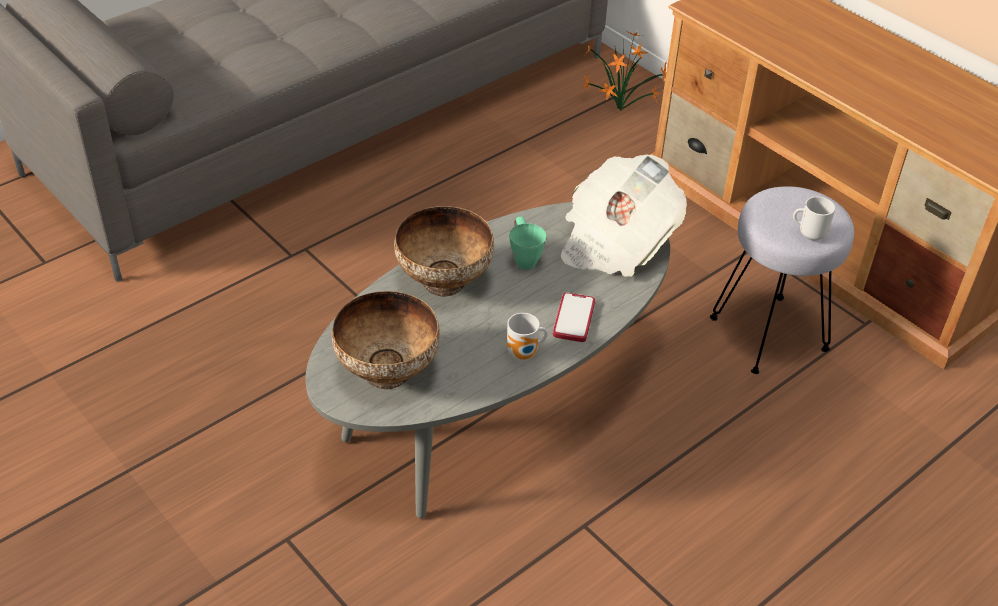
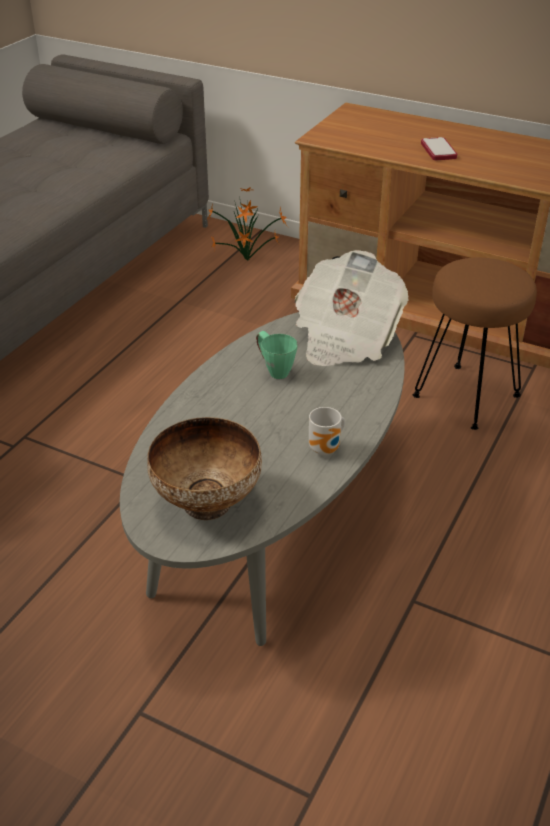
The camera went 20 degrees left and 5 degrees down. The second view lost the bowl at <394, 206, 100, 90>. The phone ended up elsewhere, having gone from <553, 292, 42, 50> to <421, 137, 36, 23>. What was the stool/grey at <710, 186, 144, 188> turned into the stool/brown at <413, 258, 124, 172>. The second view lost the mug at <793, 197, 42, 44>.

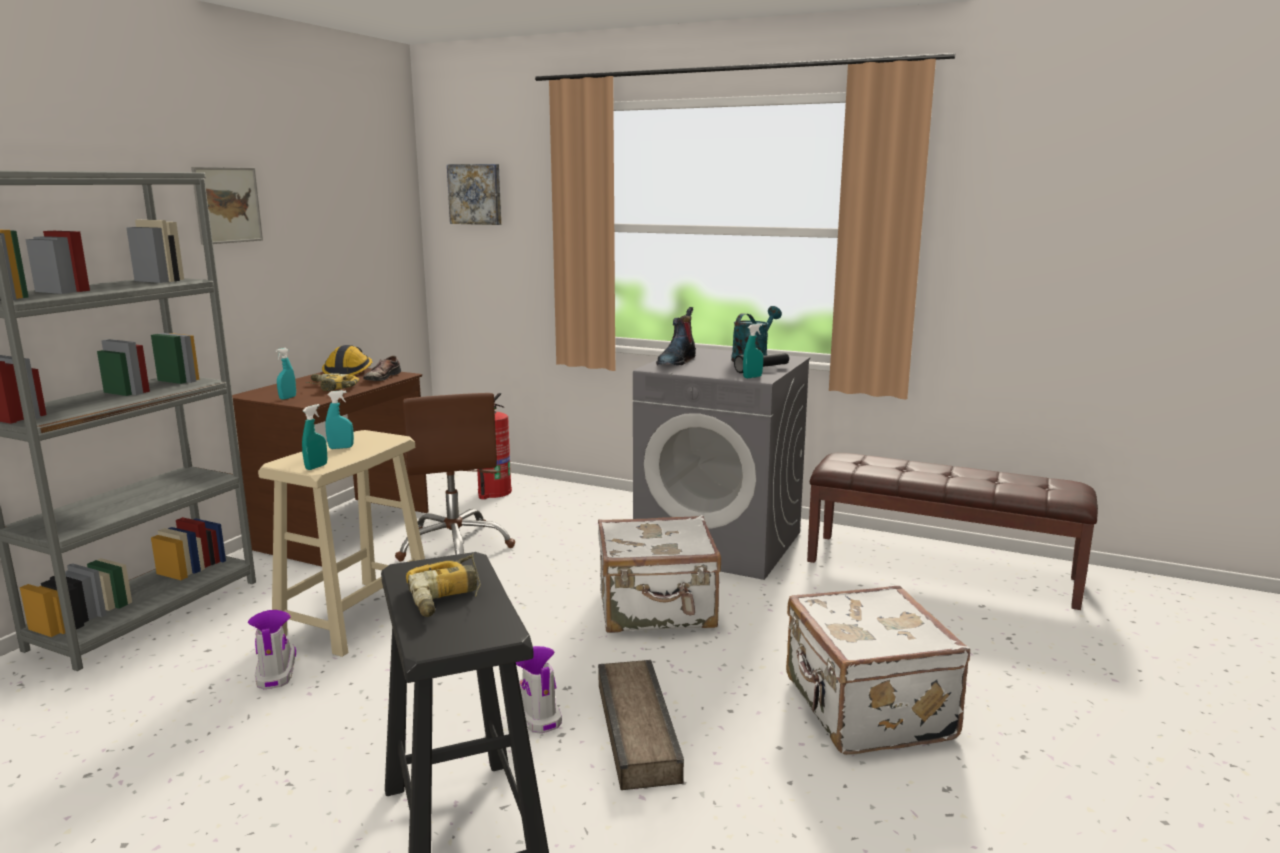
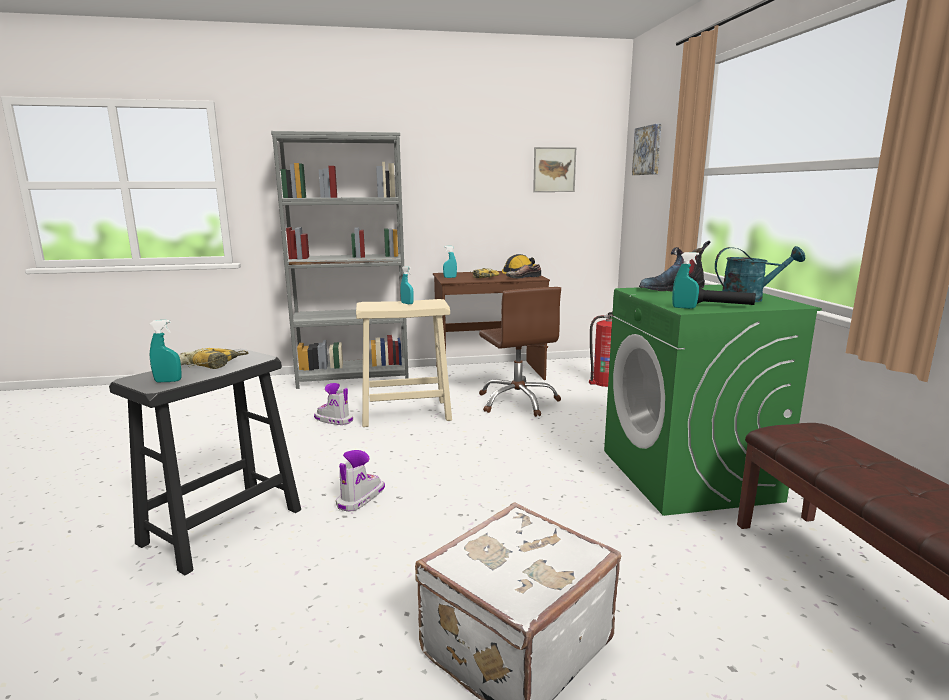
The camera went 55 degrees right and 0 degrees up. The picture ended up elsewhere, having gone from <191, 167, 72, 78> to <533, 147, 43, 45>. The boot at <248, 610, 48, 79> ended up facing another way, 105 degrees counterclockwise from before. The spray bottle/turquoise ended up elsewhere, having gone from <302, 404, 25, 66> to <150, 320, 32, 62>. The office chair/brown at <395, 393, 120, 168> ended up facing another way, 60 degrees counterclockwise from before. The second view lost the suitcase/white at <598, 515, 123, 118>. The second view lost the crate at <598, 660, 86, 130>. What was the washing machine/grey at <633, 348, 177, 232> turned into the washing machine/green at <604, 284, 218, 232>.

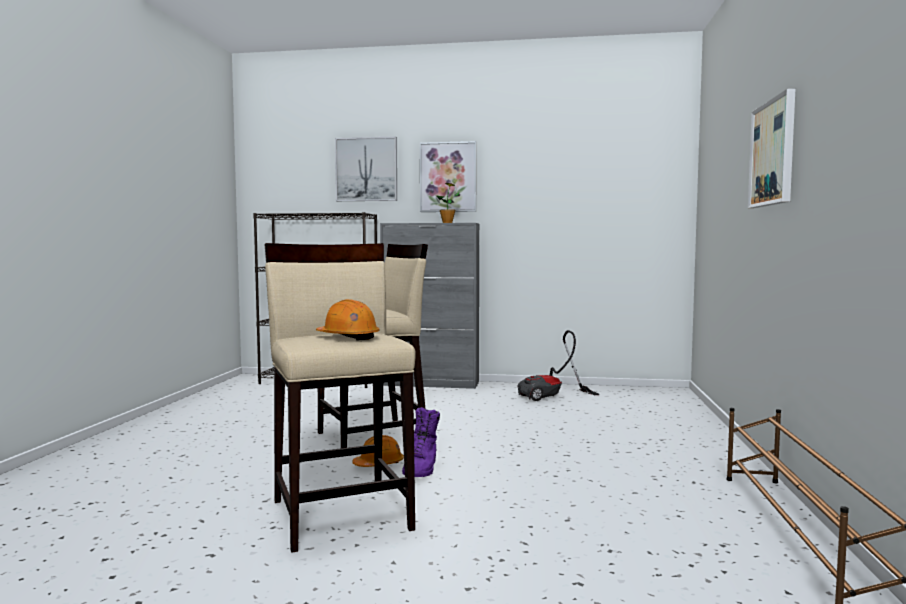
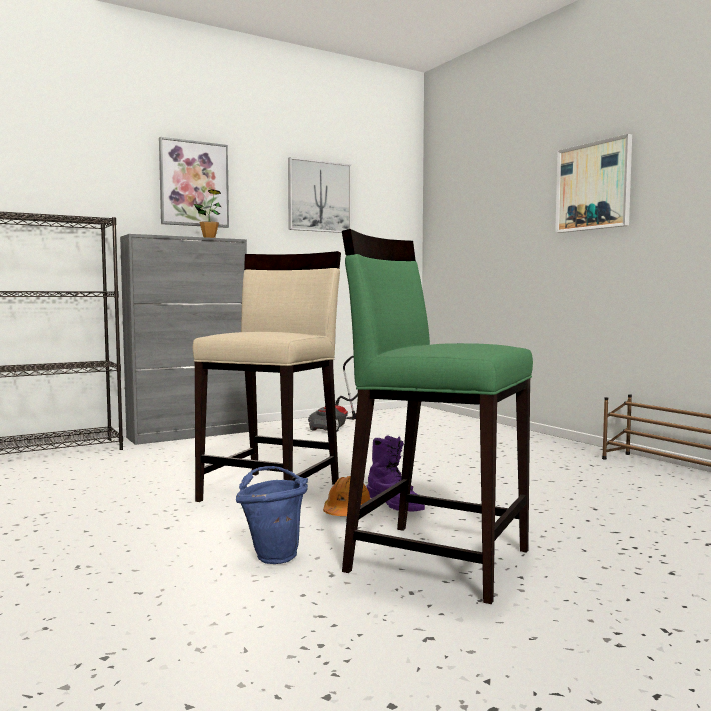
The camera went 40 degrees left and 0 degrees up. What was the stool/beige at <265, 243, 151, 310> turned into the stool/green at <342, 229, 191, 375>. The second view lost the hard hat/orange at <316, 299, 64, 41>. The picture ended up elsewhere, having gone from <335, 136, 62, 65> to <288, 157, 63, 76>. The second view gained the bucket/blue at <236, 466, 72, 98>.

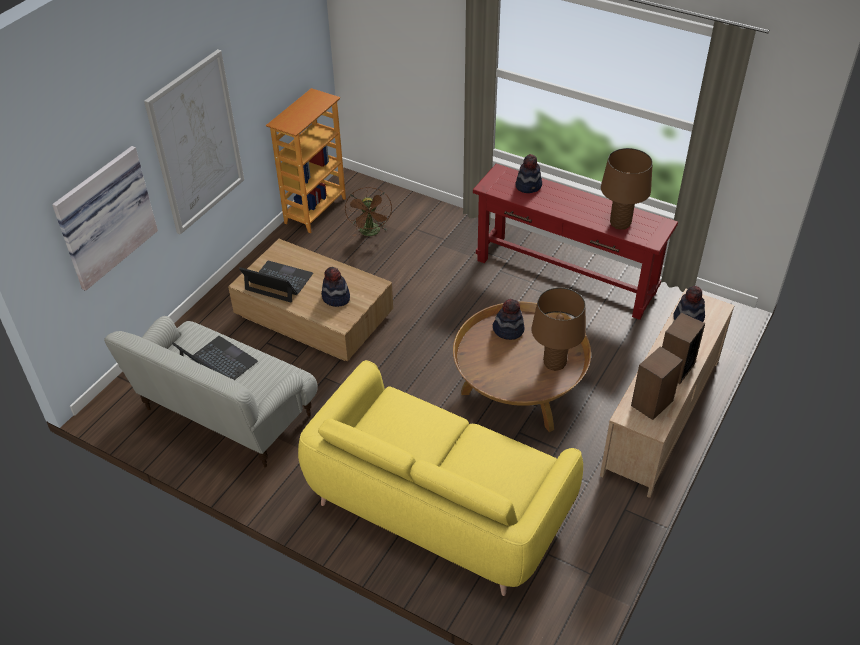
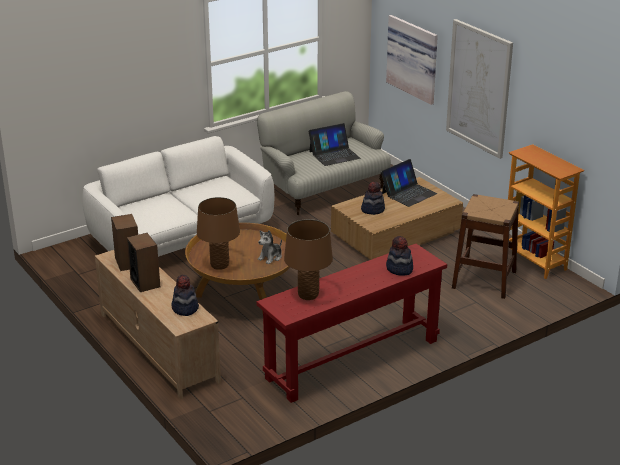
The camera went 115 degrees right and 15 degrees down. What was the sofa/yellow at <298, 360, 285, 236> turned into the sofa/white at <82, 136, 192, 121>. Where the fan/brown stood at <345, 187, 47, 49>, the stool/brown came to stand at <452, 194, 67, 105>. Where the hat stood at <493, 299, 31, 41>, the plush toy came to stand at <258, 230, 24, 34>.

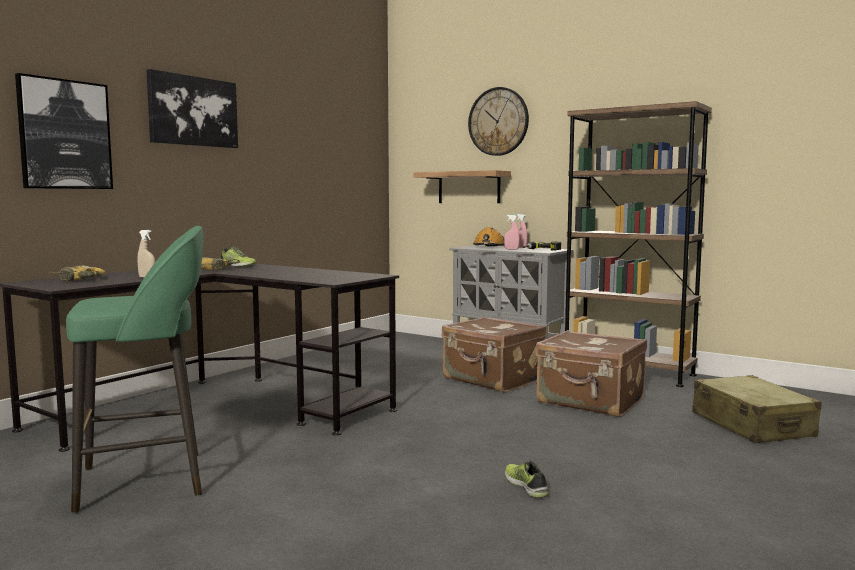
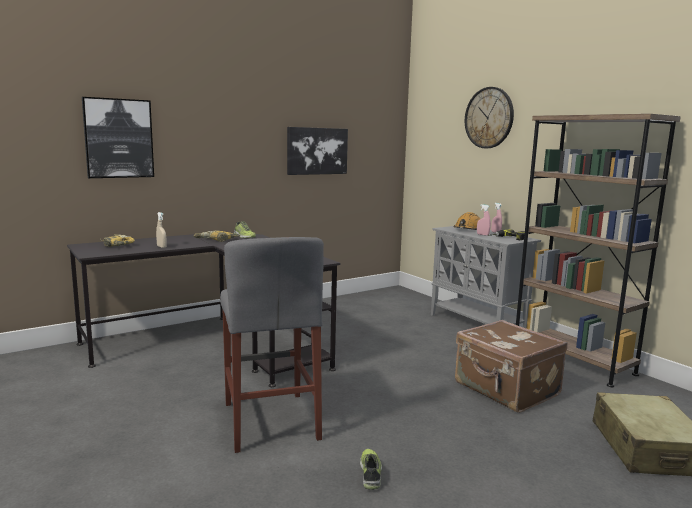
The camera went 20 degrees right and 5 degrees up. The second view lost the stool/green at <66, 226, 137, 287>. The picture ended up elsewhere, having gone from <146, 69, 92, 79> to <287, 127, 61, 48>. The second view lost the shelf at <414, 170, 97, 33>. The second view lost the suitcase/brown at <442, 317, 105, 76>. The second view gained the stool/grey at <220, 237, 104, 216>.

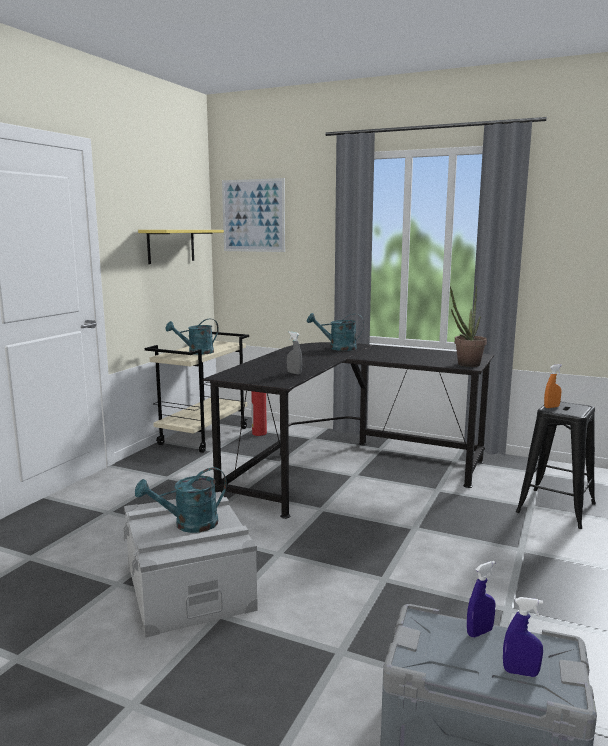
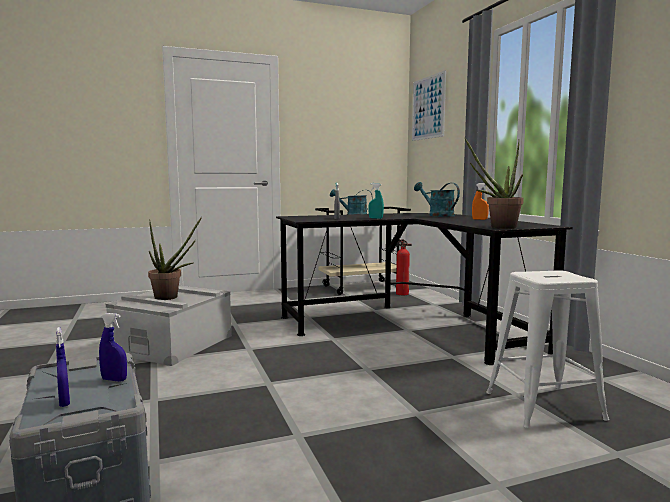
The camera went 45 degrees right and 5 degrees down. Where the watering can/turquoise stood at <135, 467, 92, 66>, the potted plant came to stand at <148, 217, 54, 83>. The second view lost the shelf/yellow at <138, 230, 86, 34>. What was the stool/black at <516, 401, 80, 128> turned into the stool/white at <486, 270, 123, 158>. The spray bottle/orange ended up elsewhere, having gone from <544, 364, 18, 44> to <472, 183, 17, 37>. The second view gained the spray bottle/turquoise at <368, 183, 16, 36>.

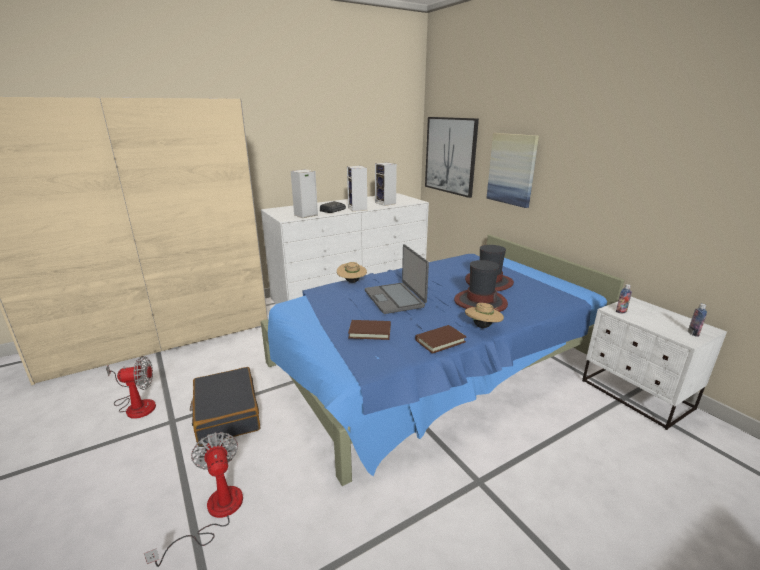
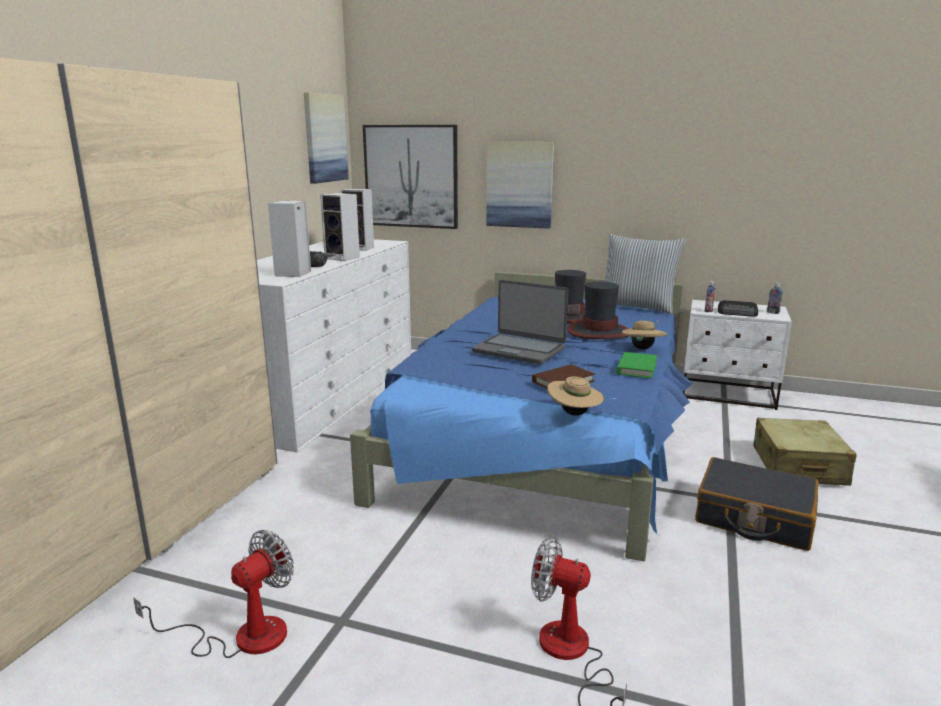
The camera went 40 degrees left and 5 degrees down. The suitcase/black ended up elsewhere, having gone from <190, 367, 70, 79> to <695, 457, 124, 94>. The hat/beige ended up elsewhere, having gone from <337, 262, 30, 21> to <547, 377, 57, 39>. What was the book/brown at <415, 325, 51, 29> turned into the book/green at <616, 352, 41, 26>. The second view gained the picture at <304, 92, 45, 92>. The second view gained the pillow at <604, 234, 81, 80>. The second view gained the radio at <718, 300, 40, 17>. The second view gained the suitcase/beige at <753, 418, 104, 68>.

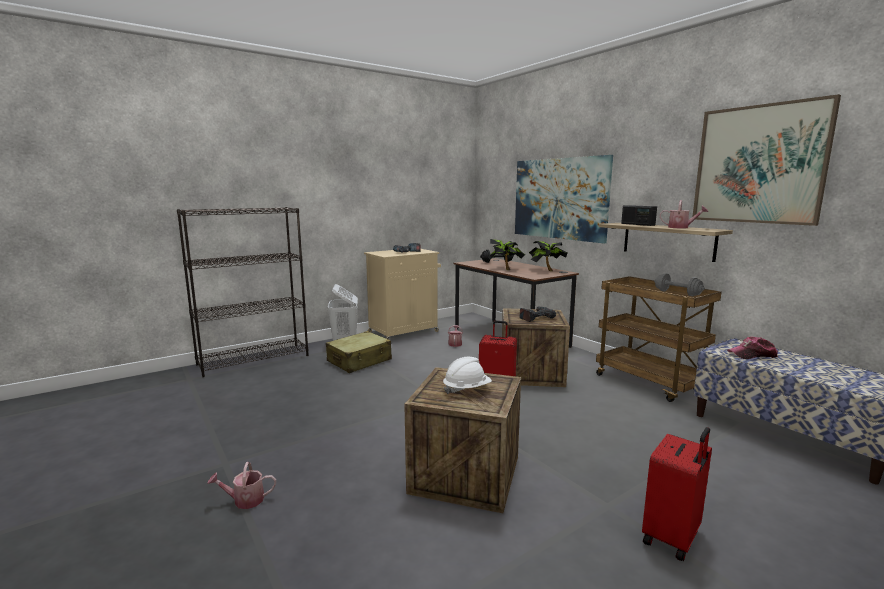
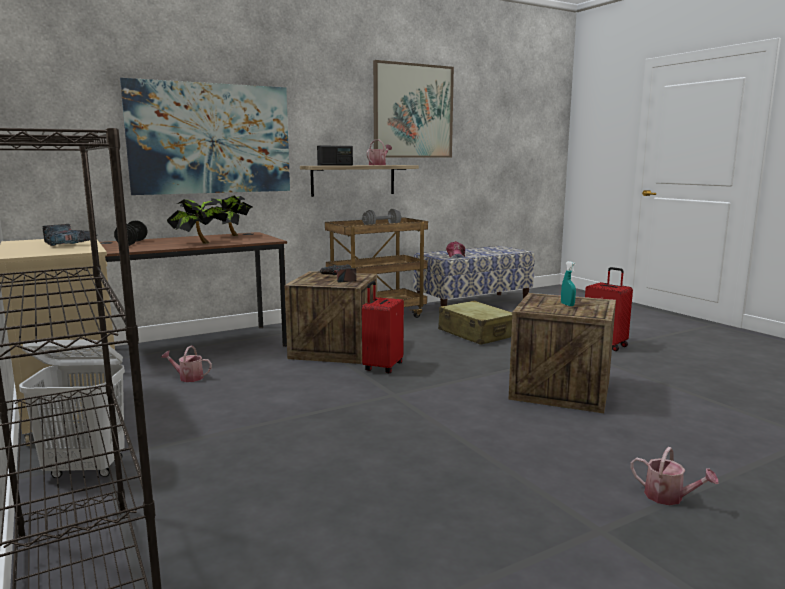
The camera went 85 degrees left and 0 degrees up. The watering can at <207, 462, 69, 47> ended up facing another way, 45 degrees counterclockwise from before. The suitcase/beige ended up elsewhere, having gone from <326, 331, 66, 42> to <438, 300, 74, 45>. Where the hard hat/white stood at <443, 357, 49, 37>, the spray bottle/turquoise came to stand at <561, 261, 15, 45>.

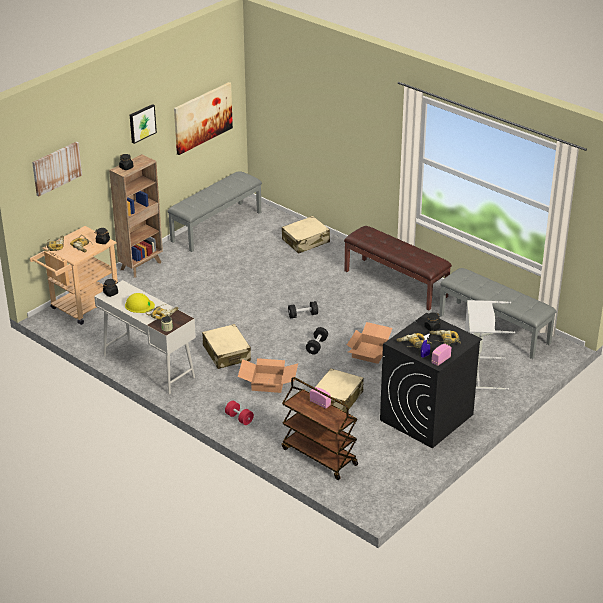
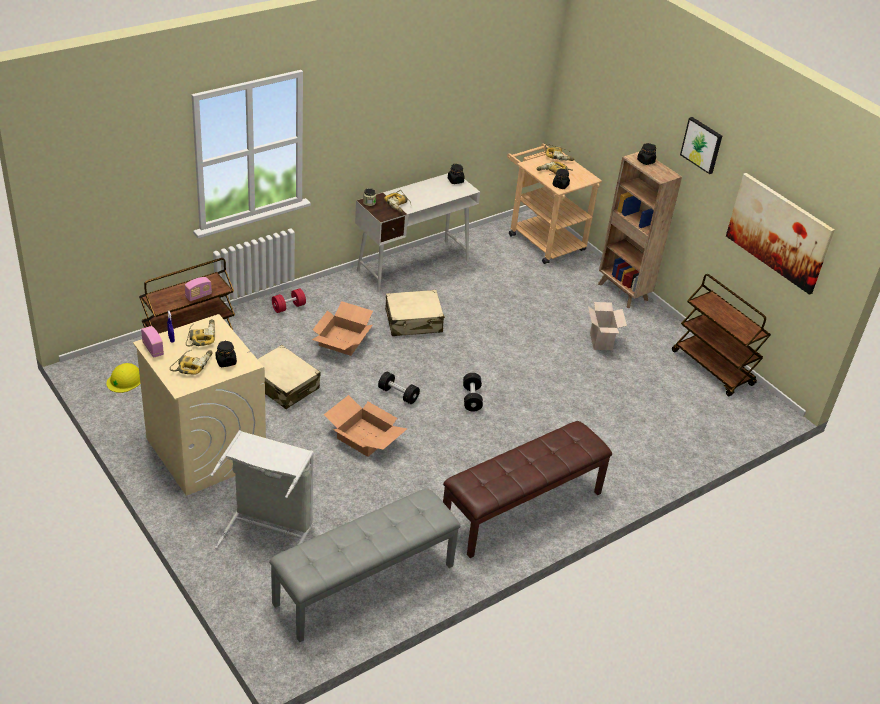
The camera went 100 degrees right and 5 degrees up. The second view lost the picture at <32, 142, 50, 55>. The hard hat/yellow ended up elsewhere, having gone from <125, 293, 30, 20> to <106, 363, 35, 30>. Where the bench/grey stood at <167, 171, 95, 81>, the cart/brown came to stand at <672, 274, 99, 122>. The second view lost the suitcase/beige at <282, 216, 48, 38>. What was the washing machine/black at <380, 313, 102, 136> turned into the washing machine/beige at <133, 314, 133, 182>. The second view gained the cardboard box at <588, 302, 39, 48>.

